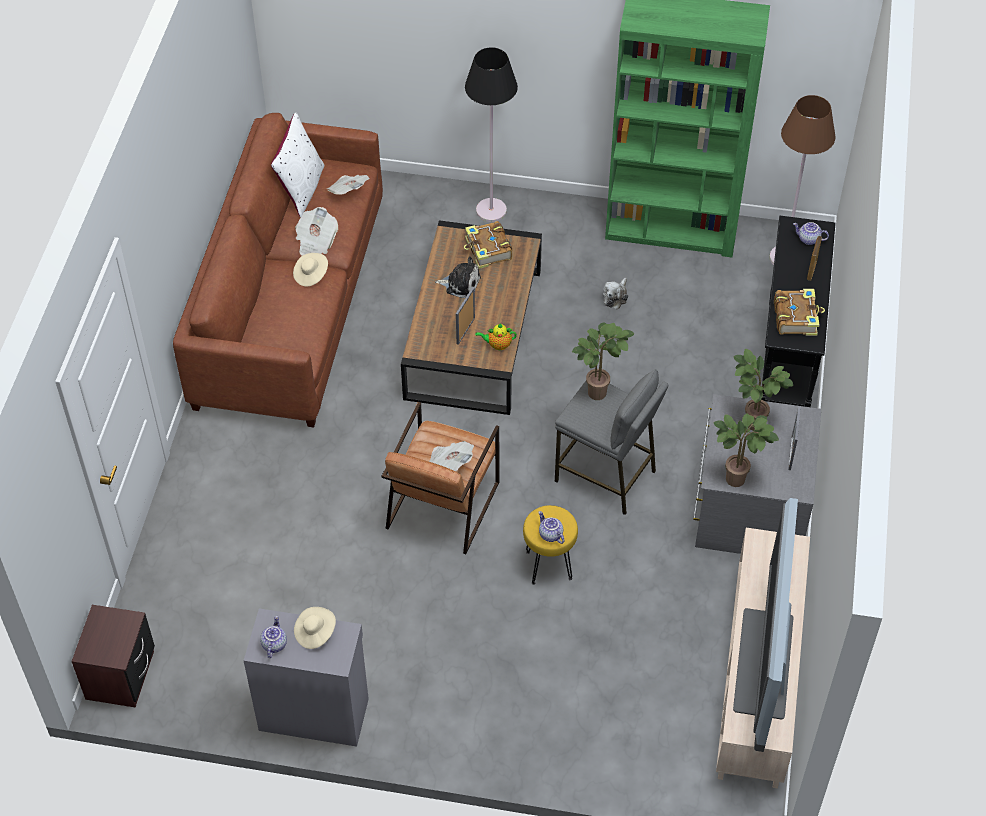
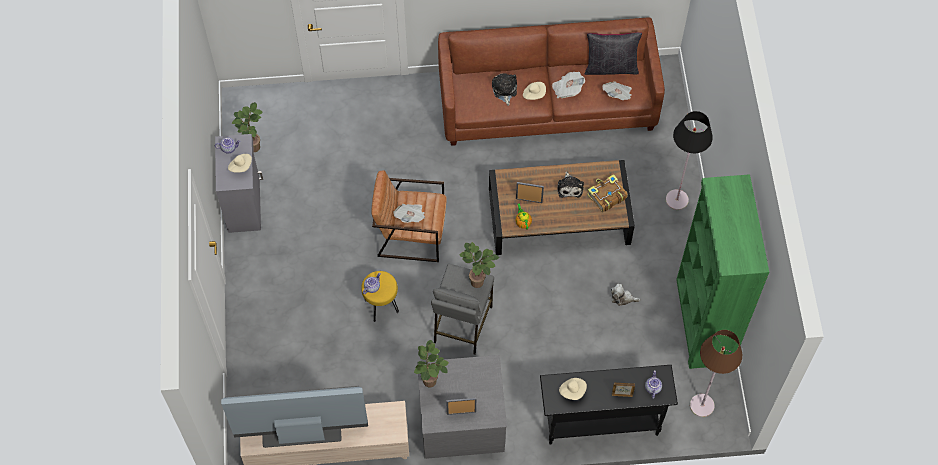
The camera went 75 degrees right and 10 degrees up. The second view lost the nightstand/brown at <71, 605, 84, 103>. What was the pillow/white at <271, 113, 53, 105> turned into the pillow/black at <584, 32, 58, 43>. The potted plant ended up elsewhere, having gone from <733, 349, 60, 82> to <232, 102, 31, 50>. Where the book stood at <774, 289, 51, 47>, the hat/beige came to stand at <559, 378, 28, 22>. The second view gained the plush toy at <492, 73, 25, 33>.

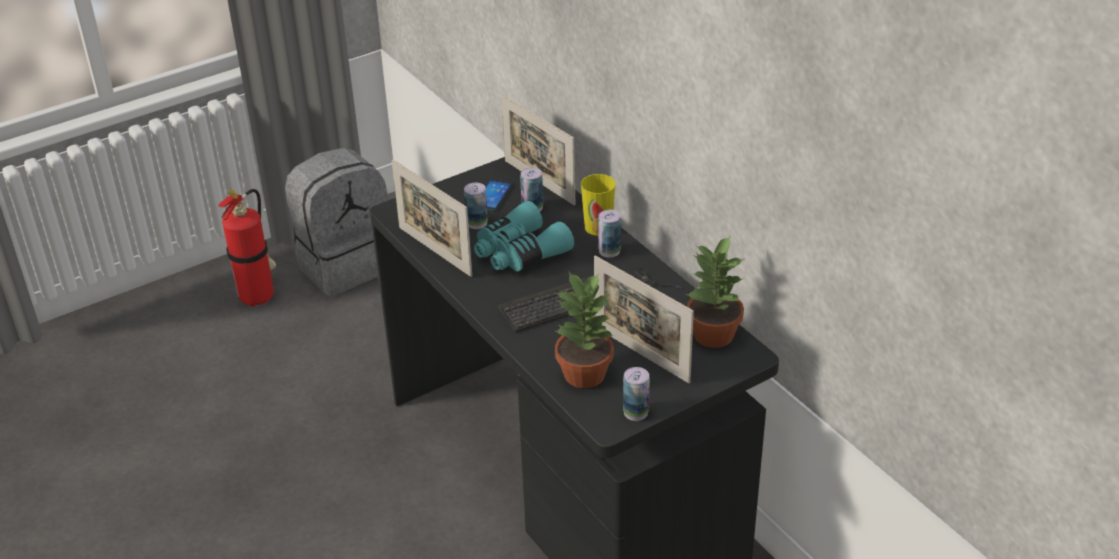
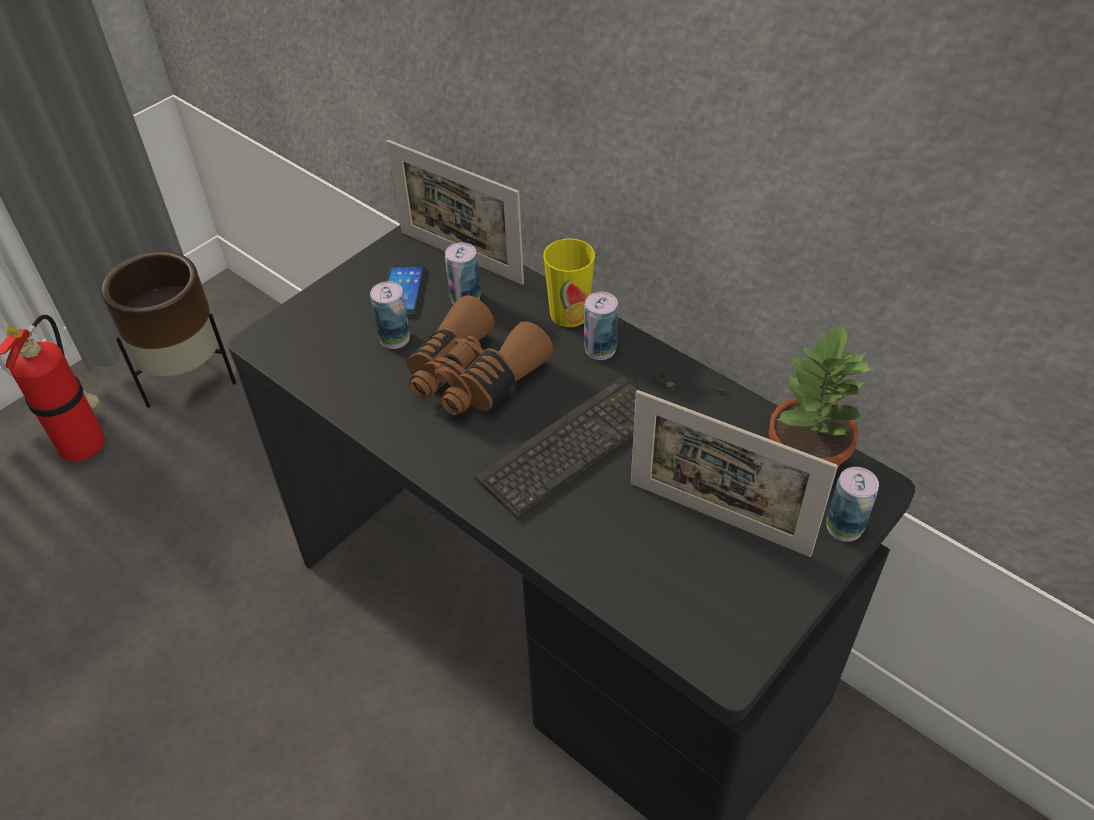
The camera went 15 degrees left and 10 degrees up. Where the backpack/grey stood at <285, 148, 103, 148>, the planter/brown came to stand at <102, 251, 134, 157>. The second view lost the picture frame at <392, 160, 80, 117>. What was the binoculars/turquoise at <474, 201, 100, 71> turned into the binoculars/brown at <406, 295, 147, 120>. The second view lost the potted plant at <555, 272, 60, 116>. The can ended up elsewhere, having gone from <623, 367, 27, 54> to <827, 467, 52, 75>.

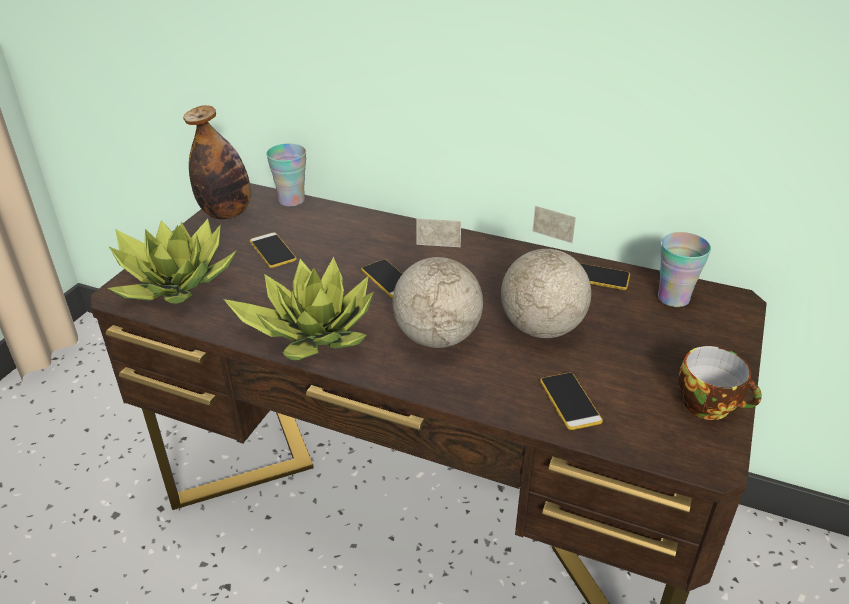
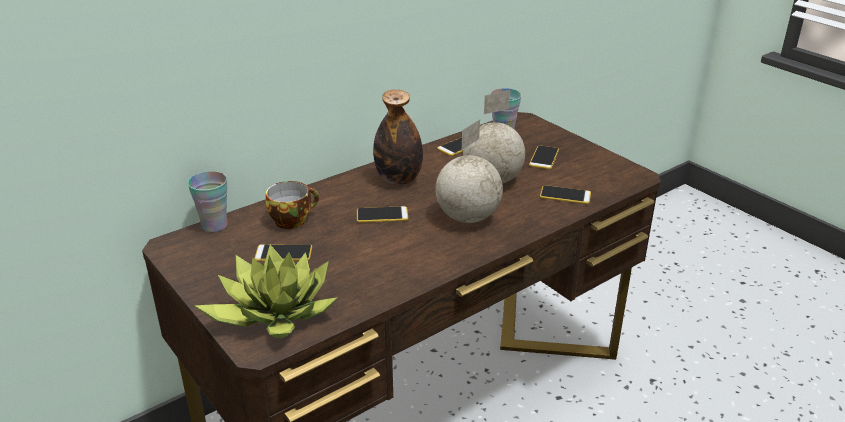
The camera went 60 degrees left and 5 degrees down. The bottle ended up elsewhere, having gone from <183, 105, 68, 114> to <373, 89, 50, 96>. The second view lost the potted plant at <223, 257, 150, 103>. The cup ended up elsewhere, having gone from <678, 346, 84, 74> to <266, 181, 53, 48>. The second view gained the phone at <529, 145, 30, 24>.

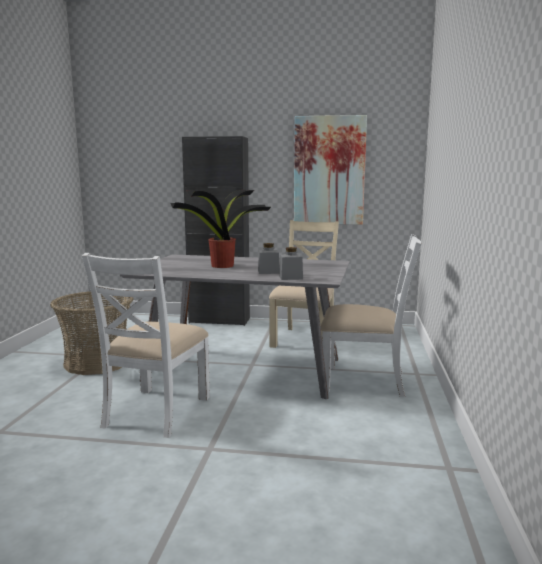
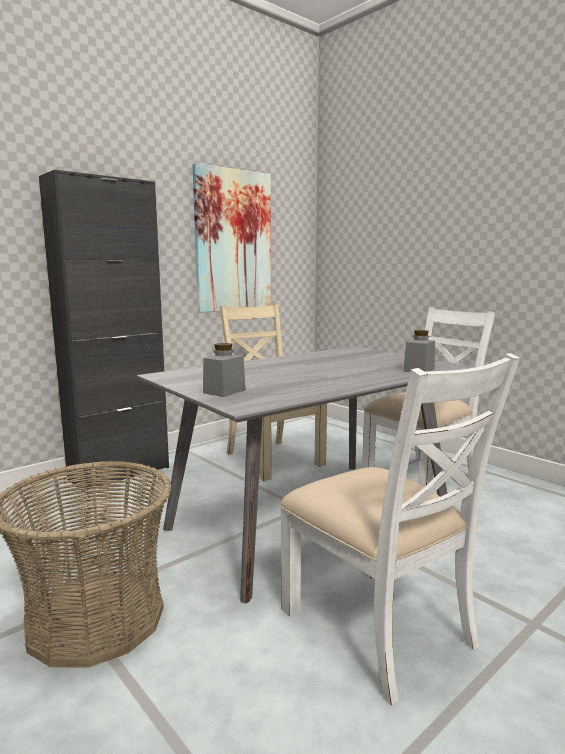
The camera went 50 degrees left and 0 degrees up. The second view lost the potted plant at <170, 190, 101, 78>. The jar/grey ended up elsewhere, having gone from <258, 243, 22, 31> to <203, 343, 43, 54>.

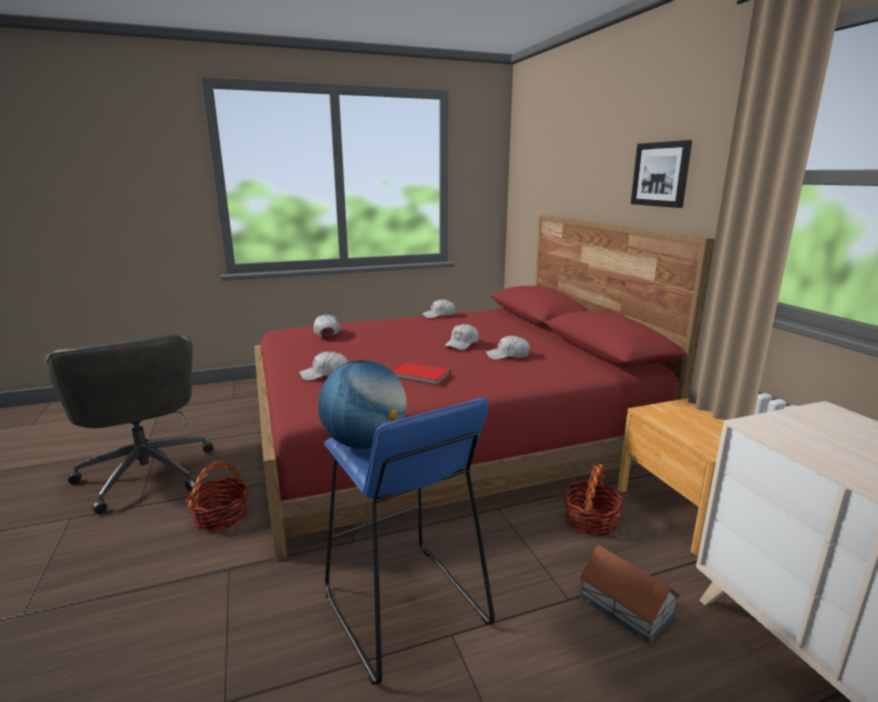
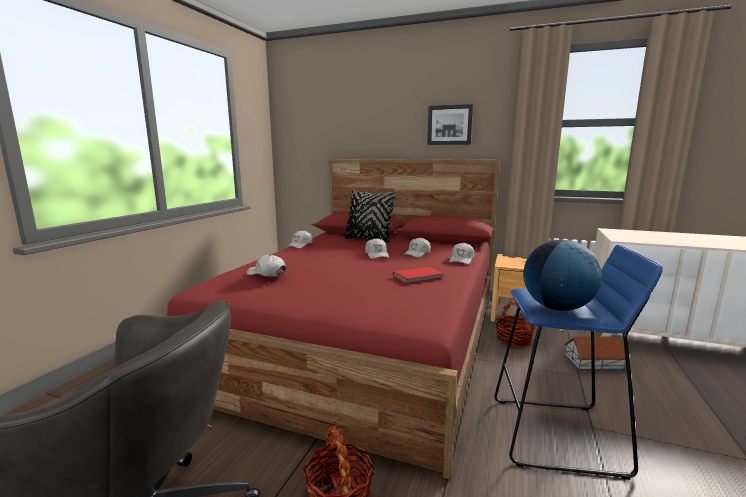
The camera went 50 degrees left and 5 degrees down. The cap/white ended up elsewhere, having gone from <300, 351, 48, 29> to <449, 242, 25, 22>. The second view gained the pillow/black at <343, 189, 53, 54>.

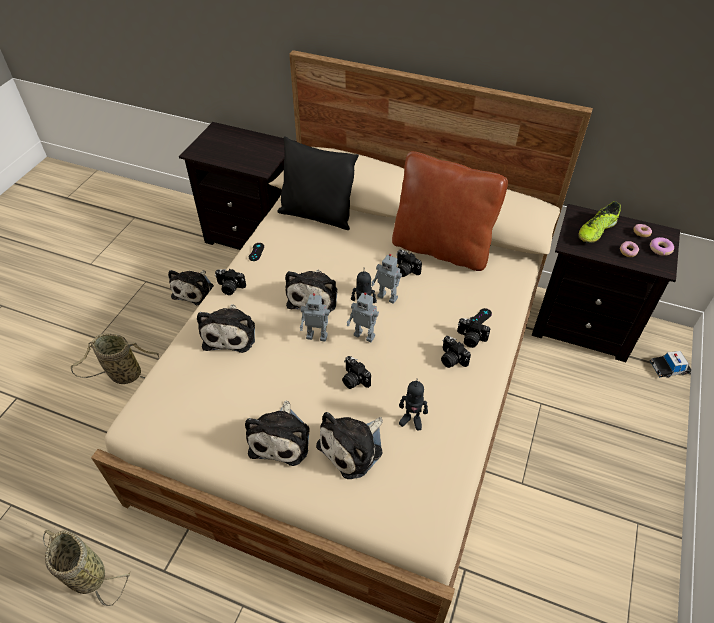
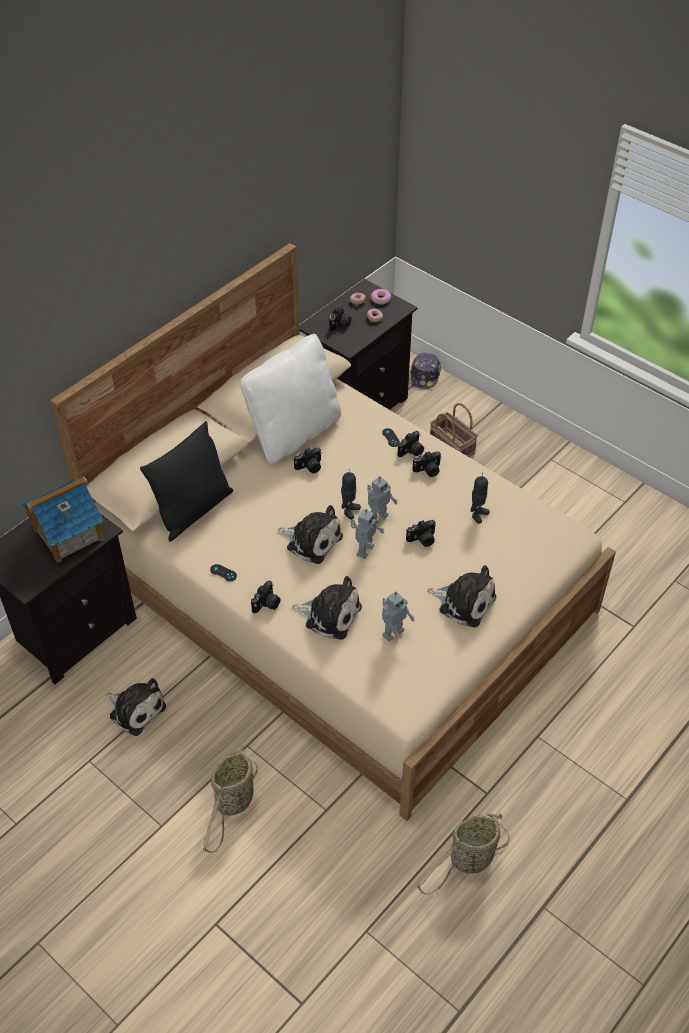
The camera went 70 degrees left and 0 degrees up. The second view lost the plush toy at <316, 412, 67, 67>. The toy robot ended up elsewhere, having gone from <371, 254, 31, 50> to <382, 591, 33, 50>. What was the pillow/brown at <392, 151, 116, 120> turned into the pillow/white at <240, 334, 101, 131>. Where the shoe stood at <578, 201, 43, 42>, the photo camera came to stand at <329, 305, 22, 27>. Where the toy car stood at <649, 351, 43, 27>, the cap came to stand at <410, 353, 31, 36>. The second view gained the toy house at <22, 477, 83, 86>. The second view gained the basket at <430, 403, 48, 54>.

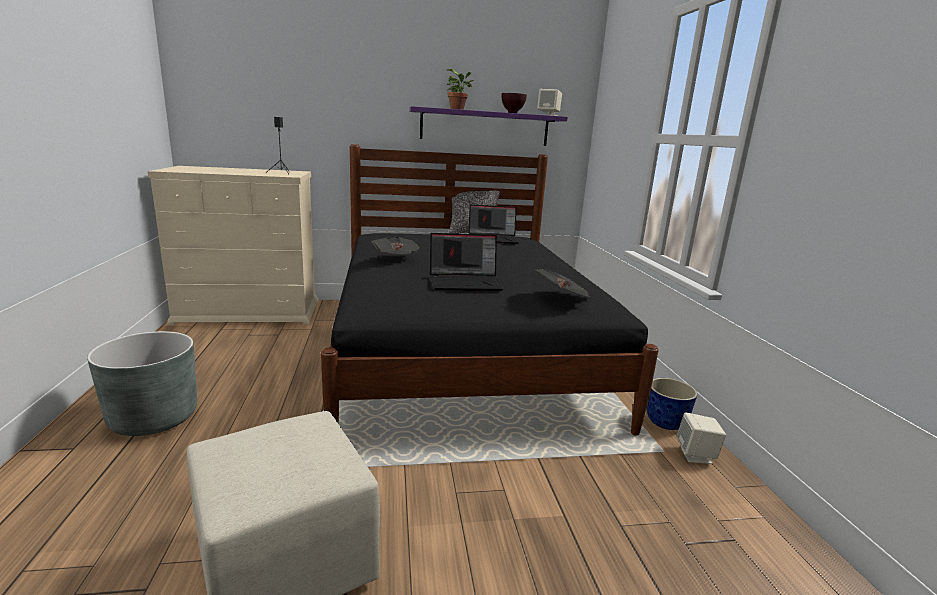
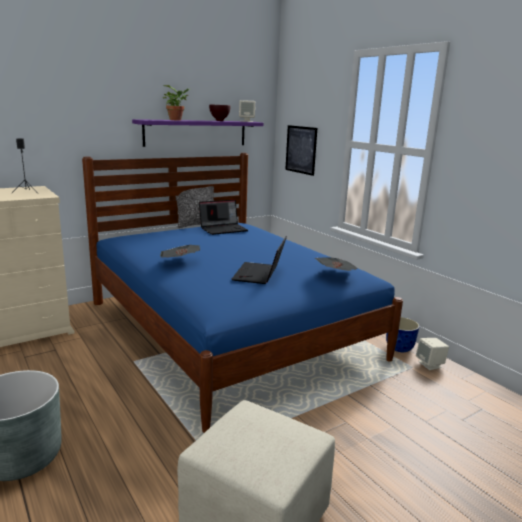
The camera went 25 degrees left and 0 degrees up. What was the bed/black at <321, 144, 338, 292> turned into the bed/blue at <82, 153, 321, 280>. The laptop at <430, 233, 74, 58> ended up facing another way, 135 degrees clockwise from before. The second view gained the picture at <285, 125, 32, 51>.

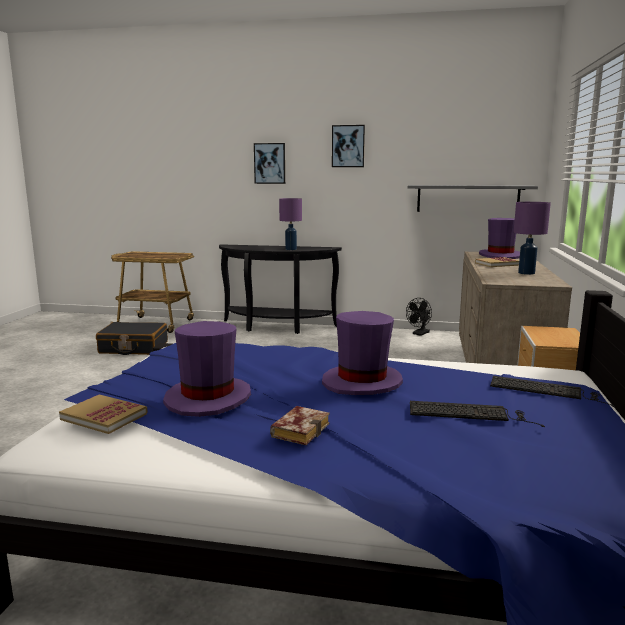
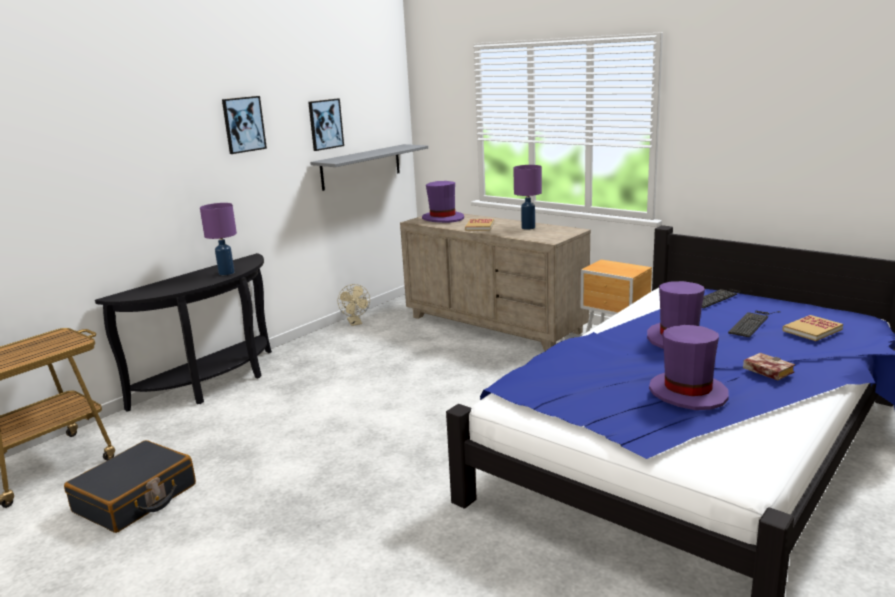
The camera went 60 degrees left and 5 degrees up. The book ended up elsewhere, having gone from <59, 395, 89, 39> to <782, 315, 61, 26>. The picture ended up elsewhere, having gone from <254, 143, 31, 41> to <308, 99, 36, 52>. What was the fan/black at <406, 298, 26, 38> turned into the fan/beige at <338, 284, 32, 42>.

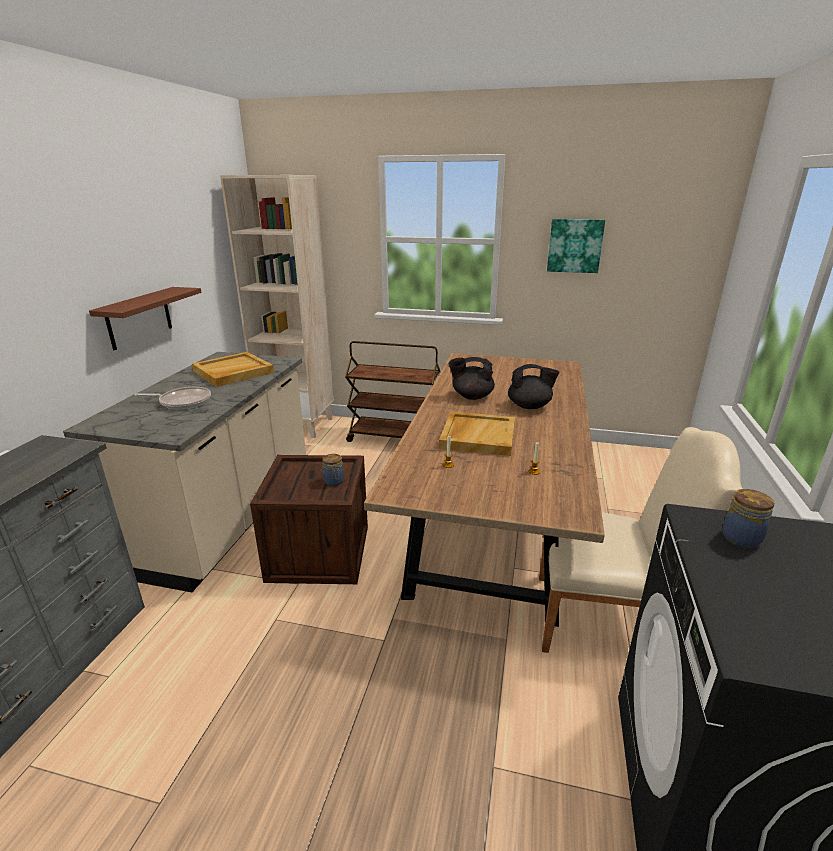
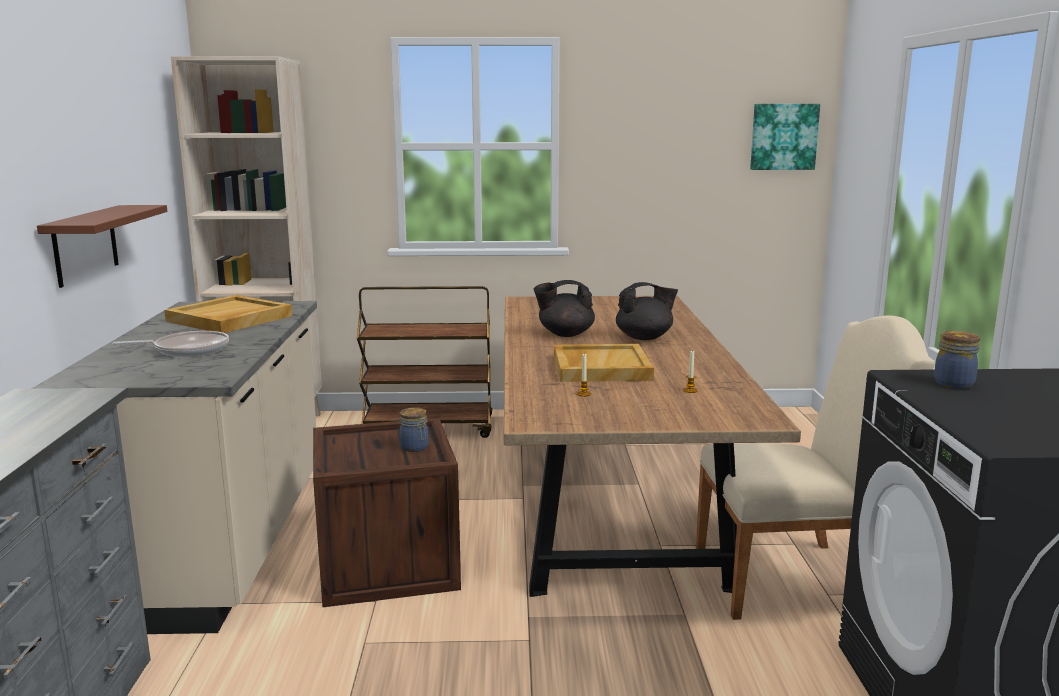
The camera went 15 degrees left and 10 degrees down. The picture ended up elsewhere, having gone from <547, 219, 58, 54> to <750, 104, 70, 66>.

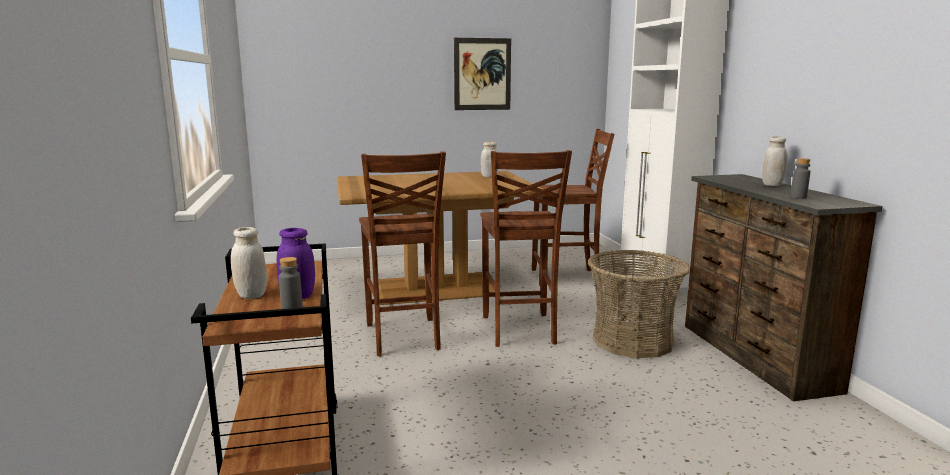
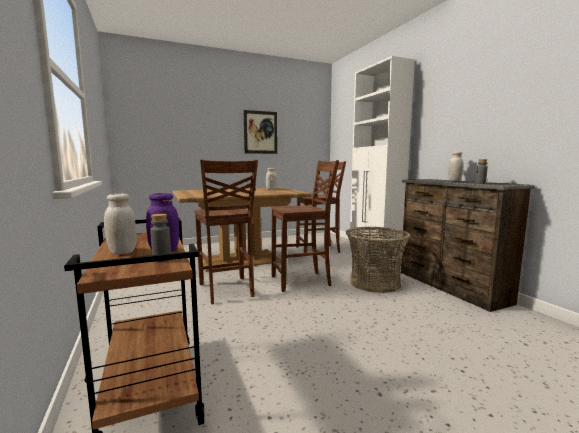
The camera went 10 degrees left and 5 degrees down. The chair/brown at <480, 150, 92, 197> ended up facing another way, 90 degrees counterclockwise from before.

